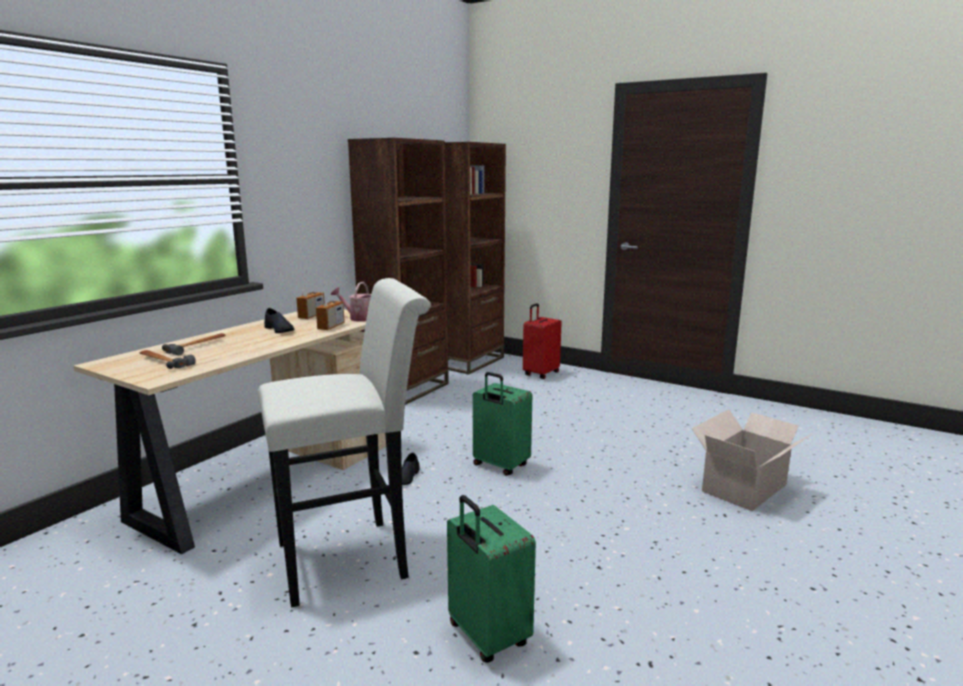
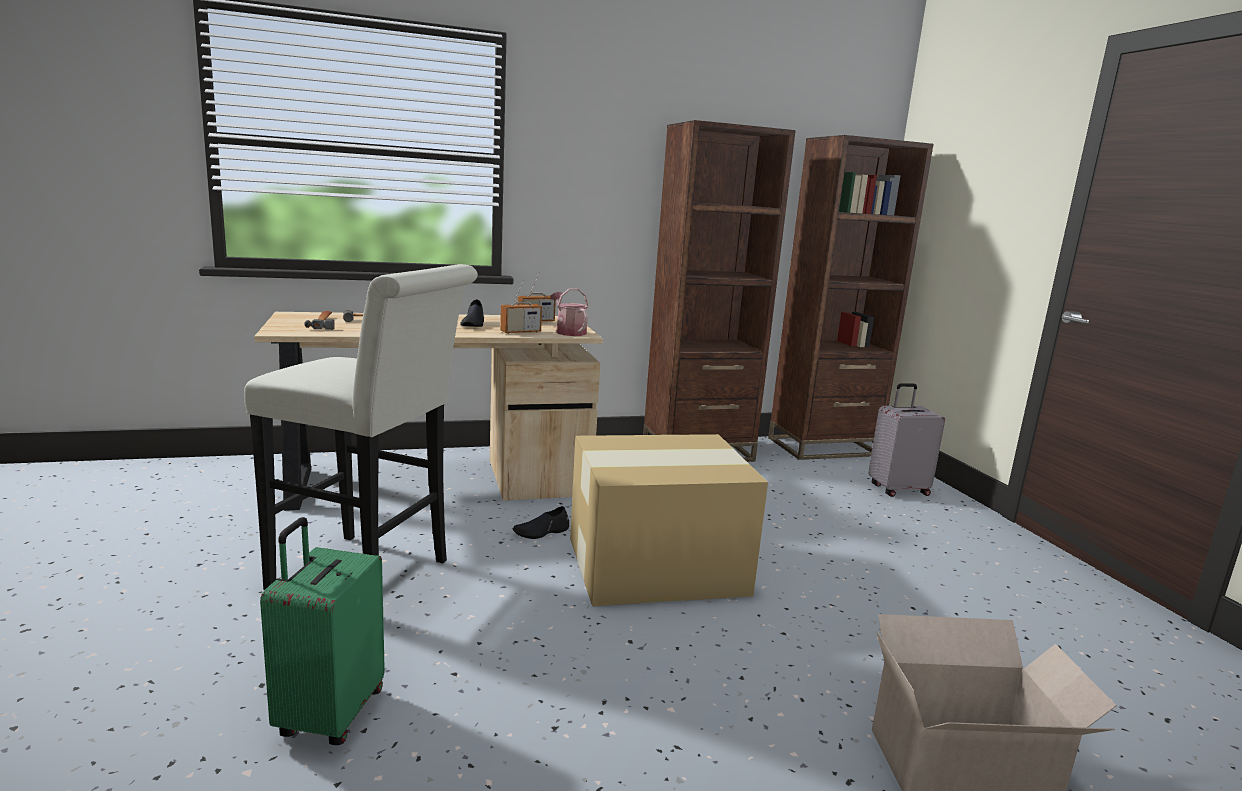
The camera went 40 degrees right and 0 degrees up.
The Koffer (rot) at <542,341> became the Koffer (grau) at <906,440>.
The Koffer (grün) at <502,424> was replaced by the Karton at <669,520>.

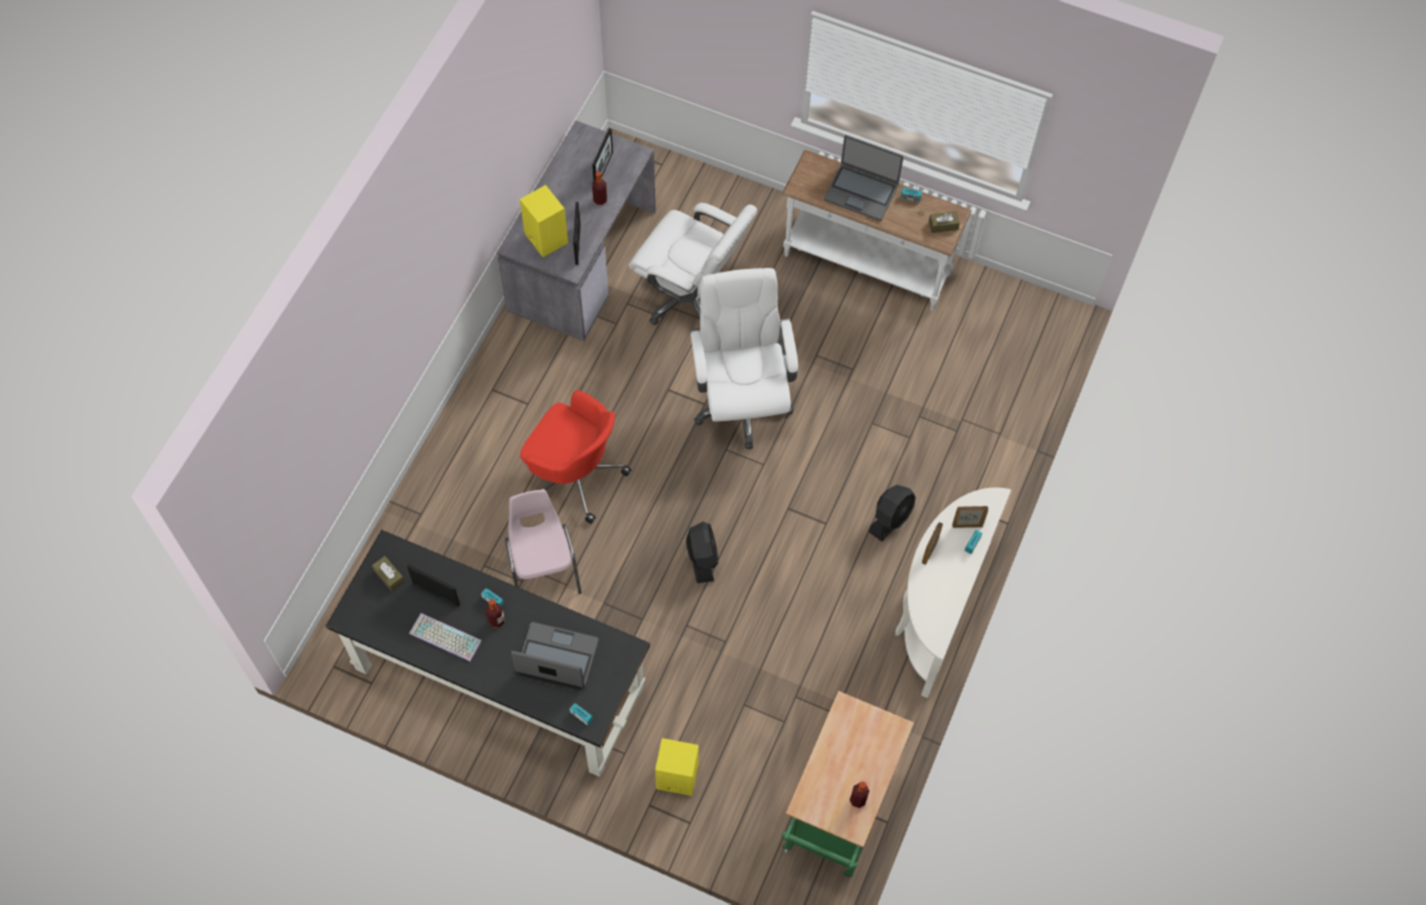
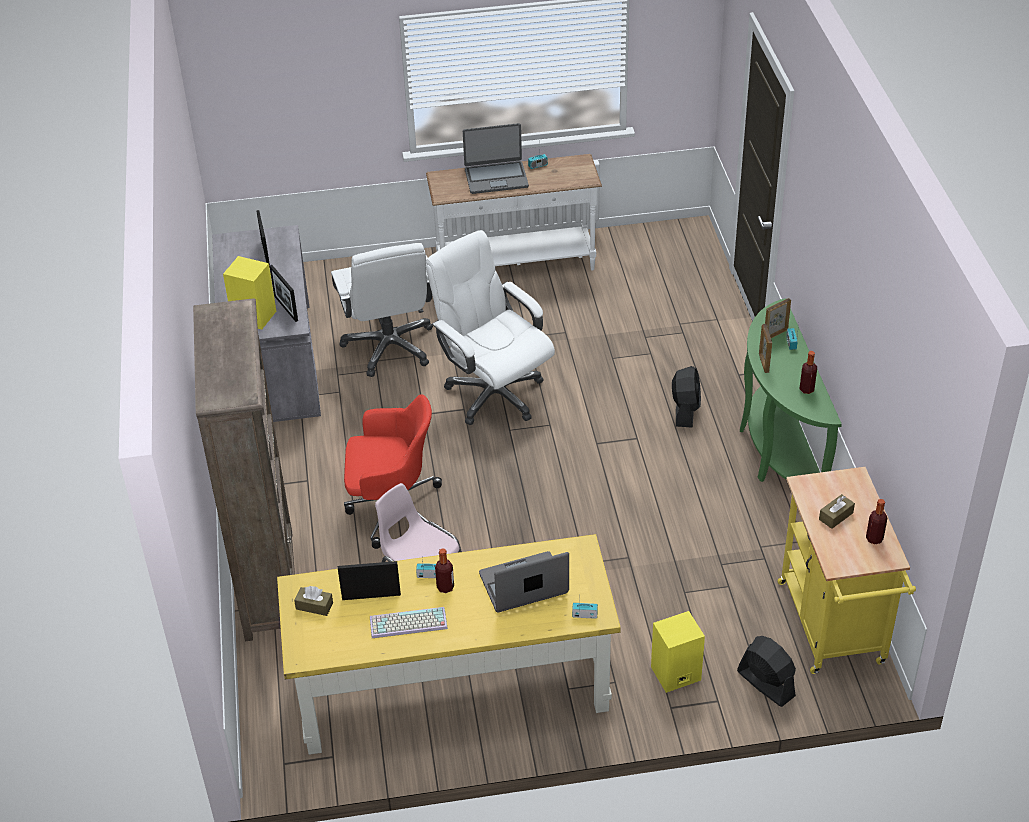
The camera went 30 degrees left and 20 degrees down.
The Flasche moved from <599,188> to <808,372>.
The Bürostuhl (weiß) at <692,264> turned 75 degrees clockwise.
The Taschentuchbox (braun) moved from <944,222> to <837,511>.
The Konsolentisch (weiß) at <953,593> became the Konsolentisch (grün) at <791,390>.
The Ventilator (schwarz) moved from <702,552> to <766,671>.
The Schreibtisch (schwarz) at <488,653> became the Schreibtisch (gelb) at <449,644>.
The Rollwagen (grün) at <847,785> became the Rollwagen (gelb) at <846,570>.
The Bücherregal (braun) at <244,469> appeared.

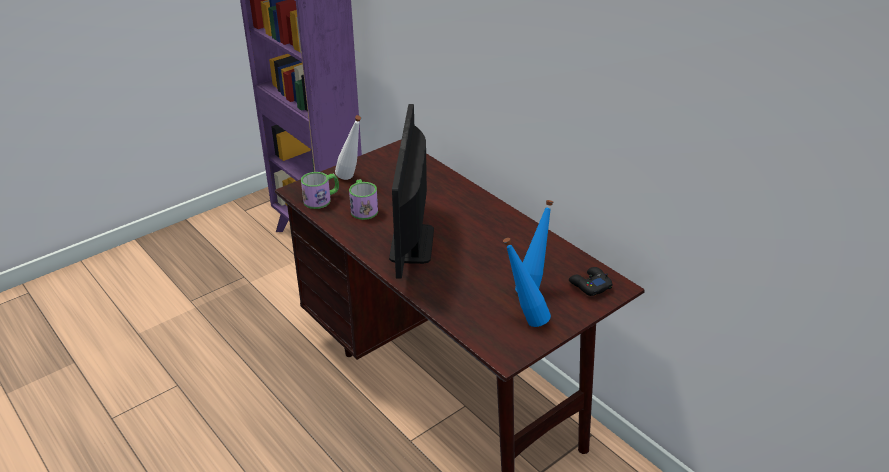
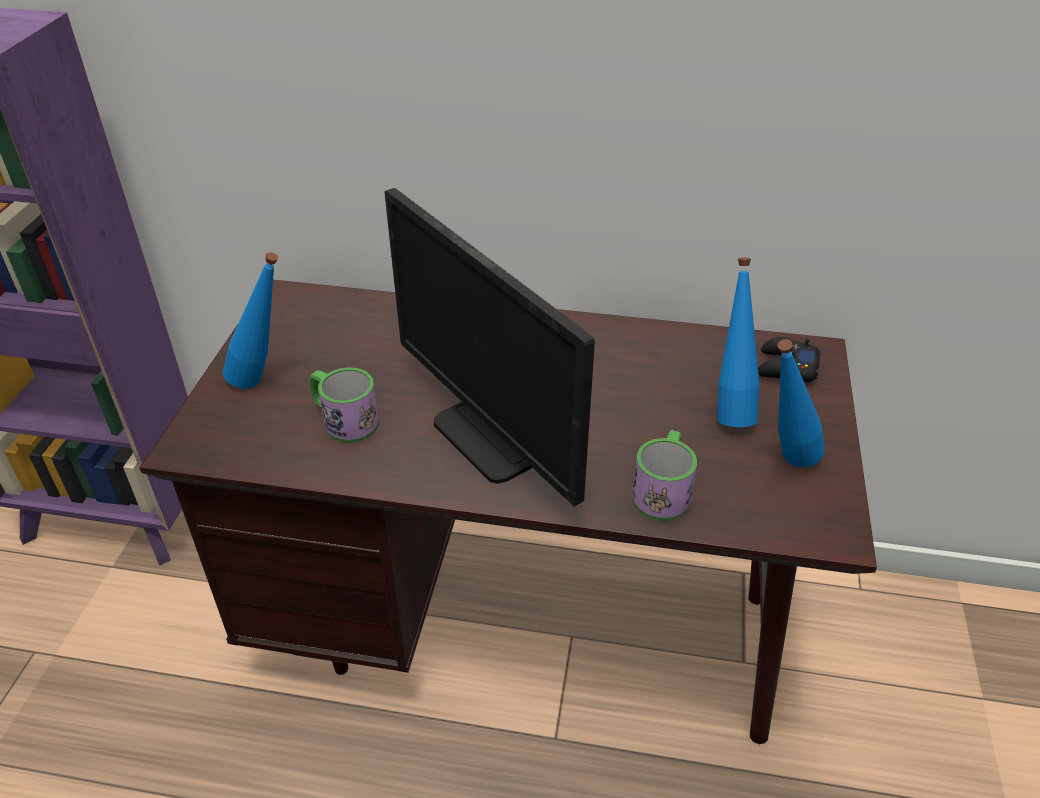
The camera went 40 degrees left and 5 degrees up.
The Flasche (weiß) at <348,147> became the Flasche (blau) at <250,320>.
The Henkelbecher moved from <320,190> to <664,475>.

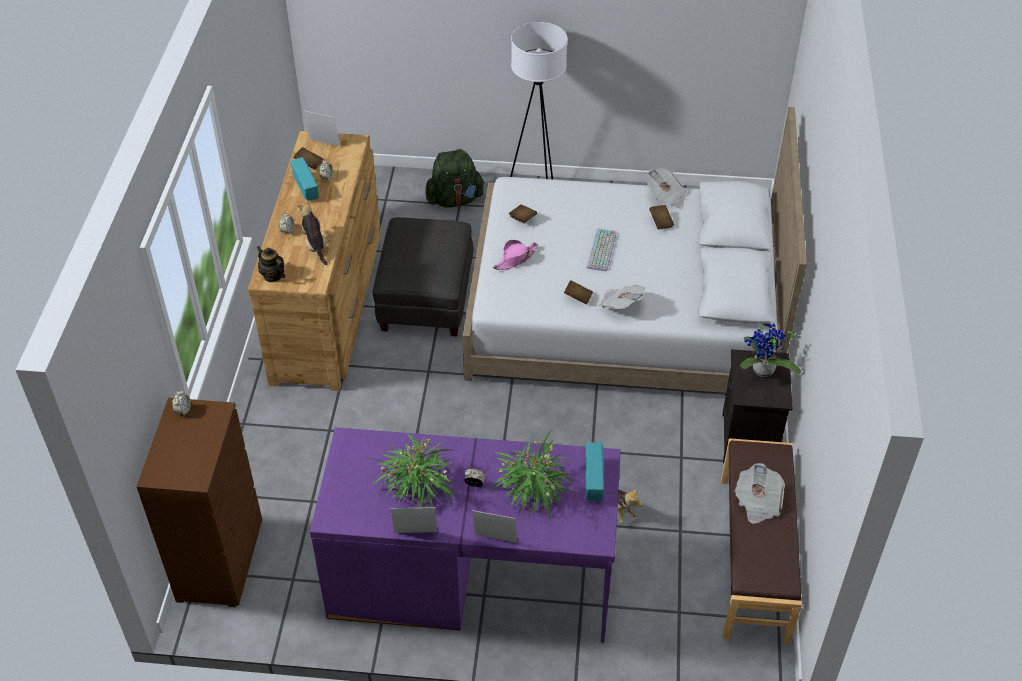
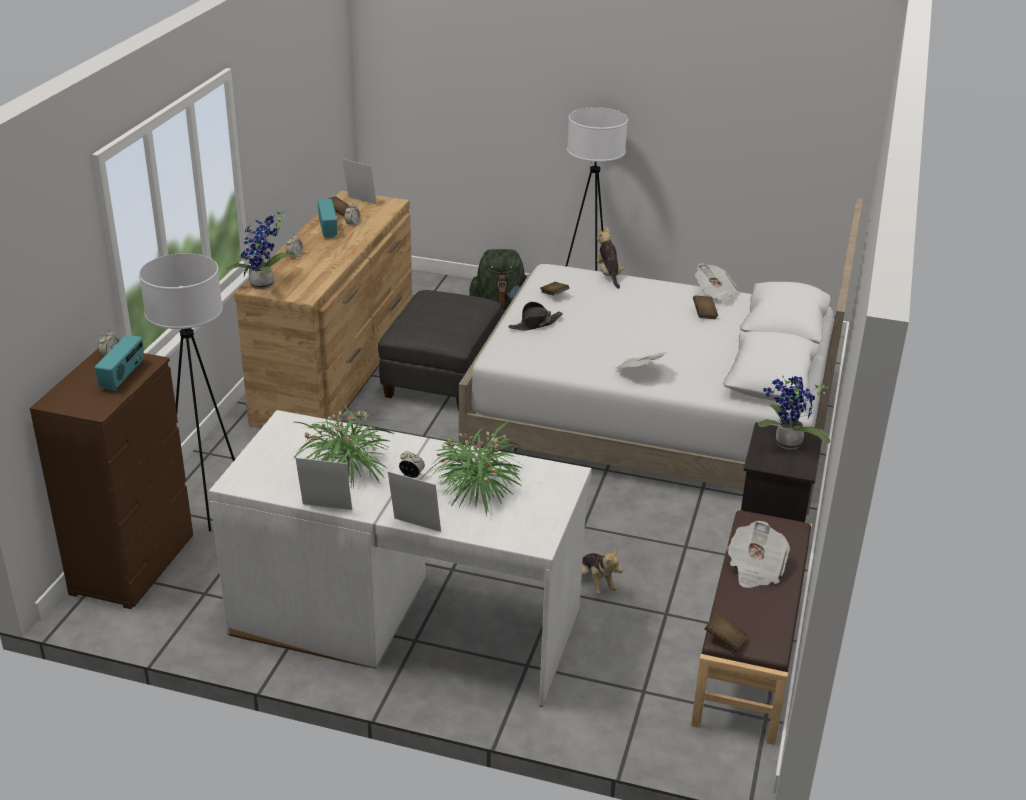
The camera went 10 degrees right and 15 degrees down.
The Plüschtier moved from <313,231> to <610,258>.
The Tastatur at <601,250> disappeared.
The Hut (rosa) at <515,255> became the Hut (schwarz) at <535,316>.
The Teekanne at <270,264> was replaced by the Topfpflanze at <261,249>.
The Buch (braun) moved from <578,292> to <726,632>.
The Schreibtisch (lila) at <465,535> became the Schreibtisch (weiß) at <400,558>.
The Radio moved from <594,471> to <119,363>.
The Stehlampe (weiß) at <187,392> appeared.

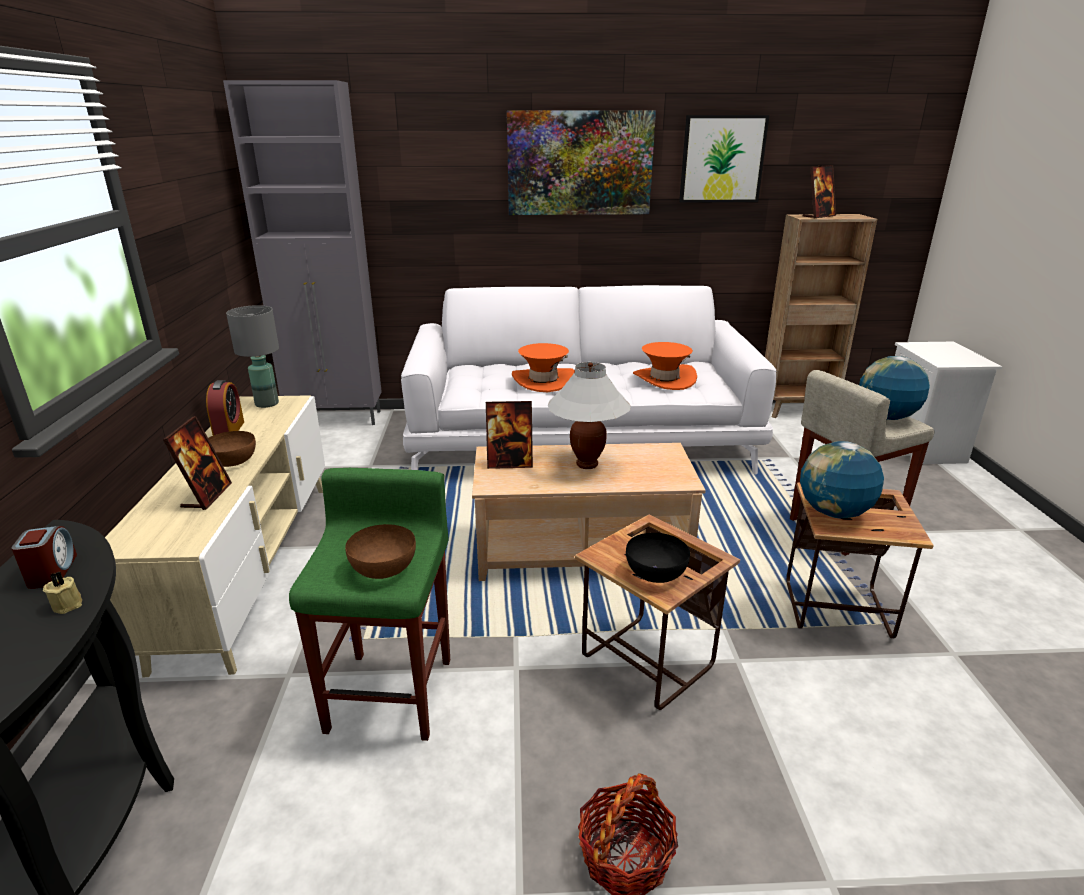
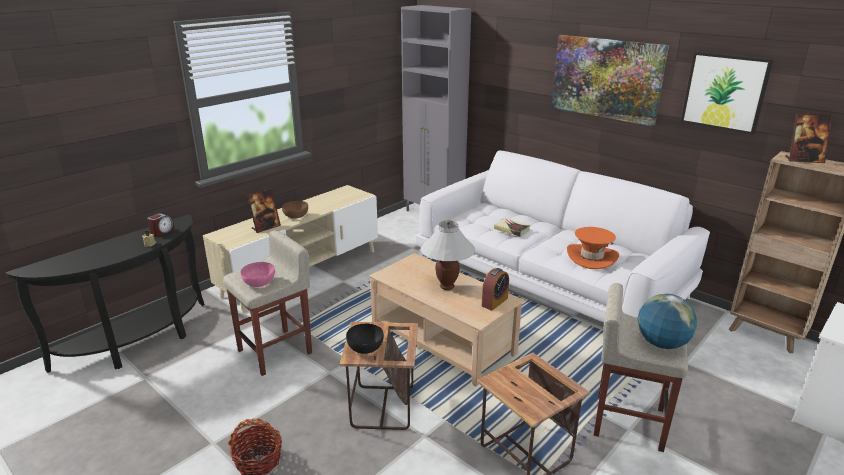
The camera went 45 degrees right and 0 degrees up.
The Tischlampe (grau) at <252,356> disappeared.
The Hut (orange) at <543,367> was replaced by the Buch at <512,227>.
The Wecker moved from <225,408> to <495,289>.
The Bilderrahmen at <509,435> disappeared.
The Globus at <842,479> disappeared.
The Hocker (grün) at <369,604> became the Hocker (beige) at <267,303>.
The Schüssel (braun) at <380,551> became the Schüssel (rosa) at <258,274>.

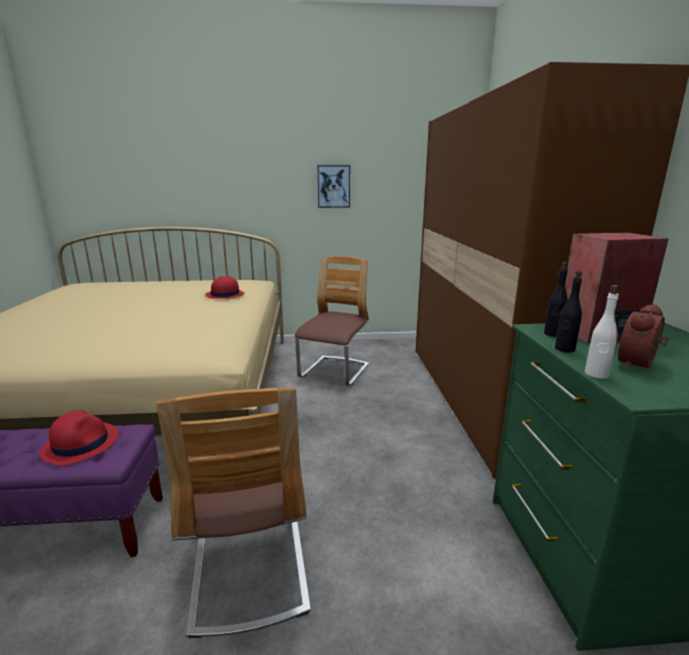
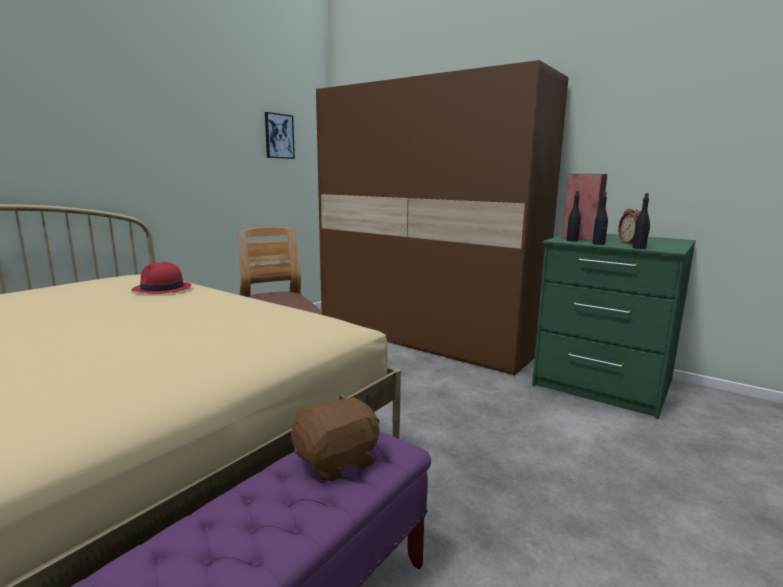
The camera went 50 degrees left and 5 degrees down.
The Bild moved from <333,186> to <280,135>.
The Flasche (weiß) at <602,332> became the Flasche (schwarz) at <641,221>.
The Stuhl at <233,512> disappeared.
The Hut (rot) at <79,438> was replaced by the Plüschtier (braun) at <335,437>.

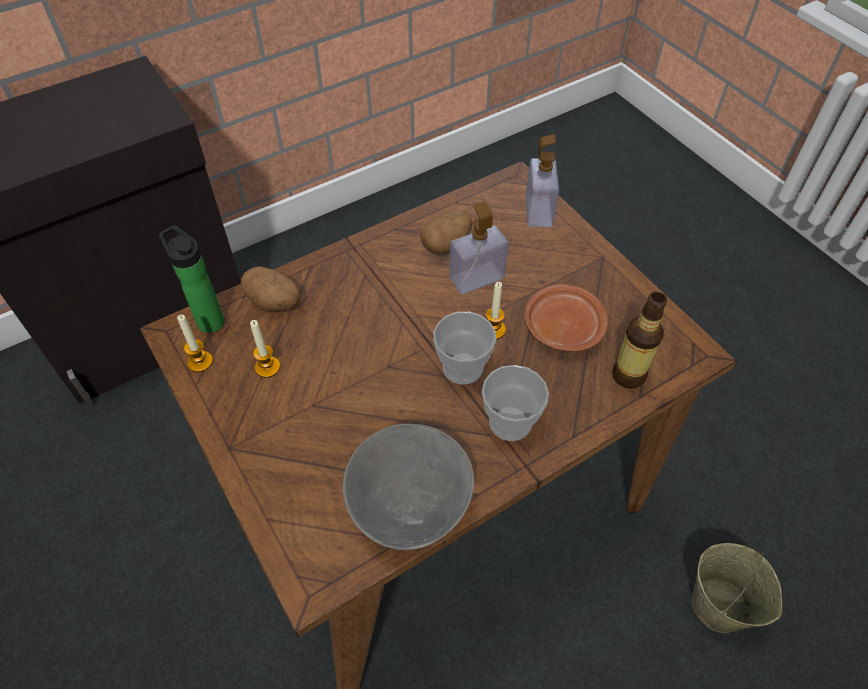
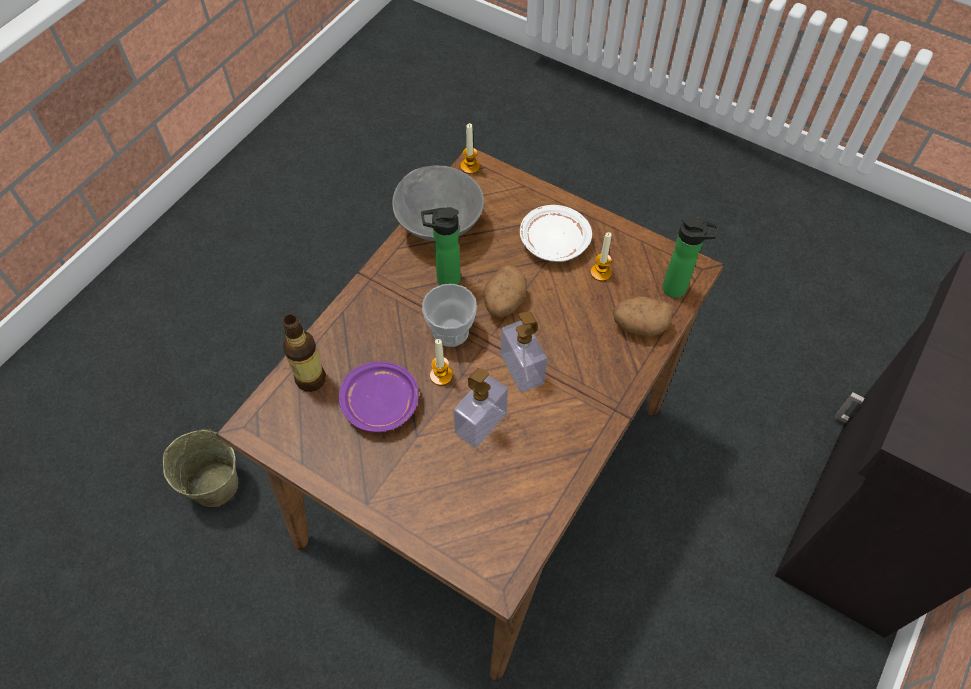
The camera went 155 degrees right and 5 degrees up.
The Seifenspender moved from <542,180> to <524,352>.
The Kartoffel moved from <446,232> to <505,291>.
The Teller (braun) at <566,318> became the Teller (lila) at <379,397>.
The Kerze moved from <195,343> to <470,148>.
The Tasse at <515,403> disappeared.
The Teller (weiß) at <556,233> appeared.
The Flasche at <441,246> appeared.

